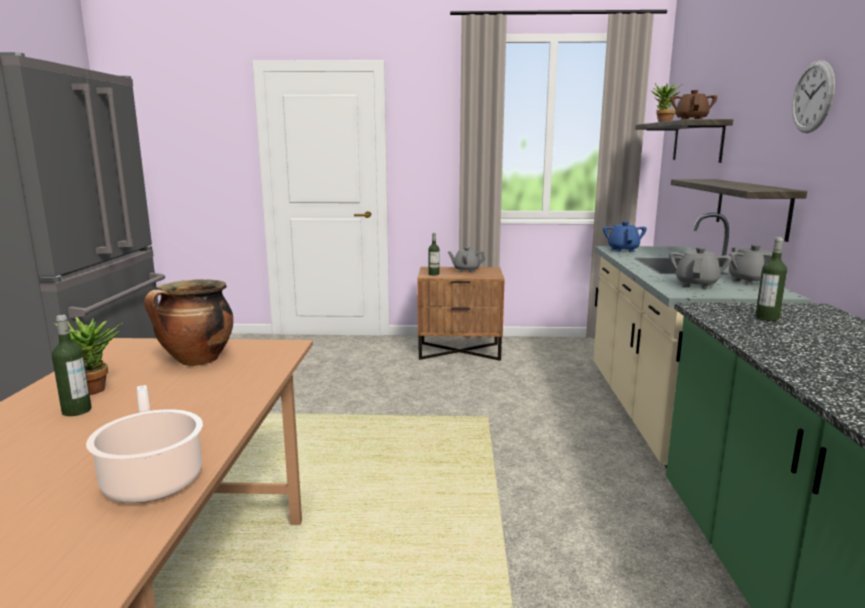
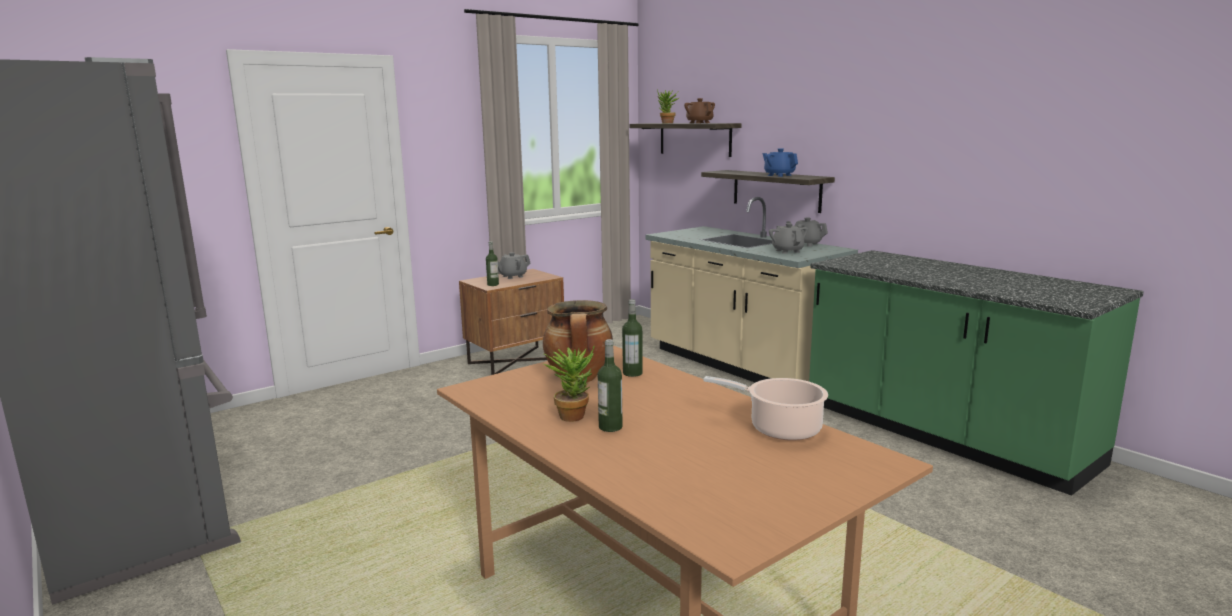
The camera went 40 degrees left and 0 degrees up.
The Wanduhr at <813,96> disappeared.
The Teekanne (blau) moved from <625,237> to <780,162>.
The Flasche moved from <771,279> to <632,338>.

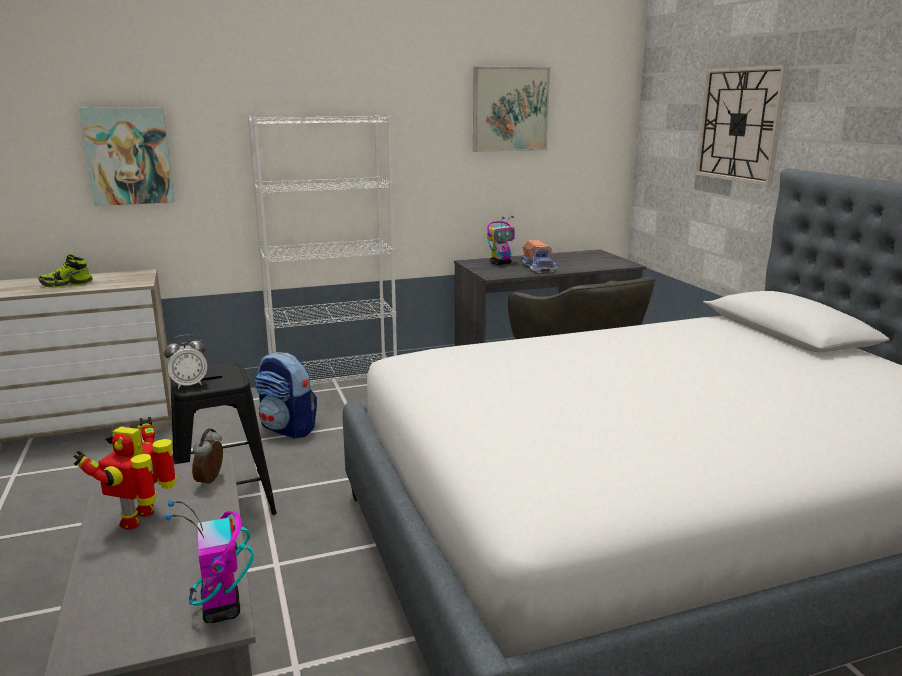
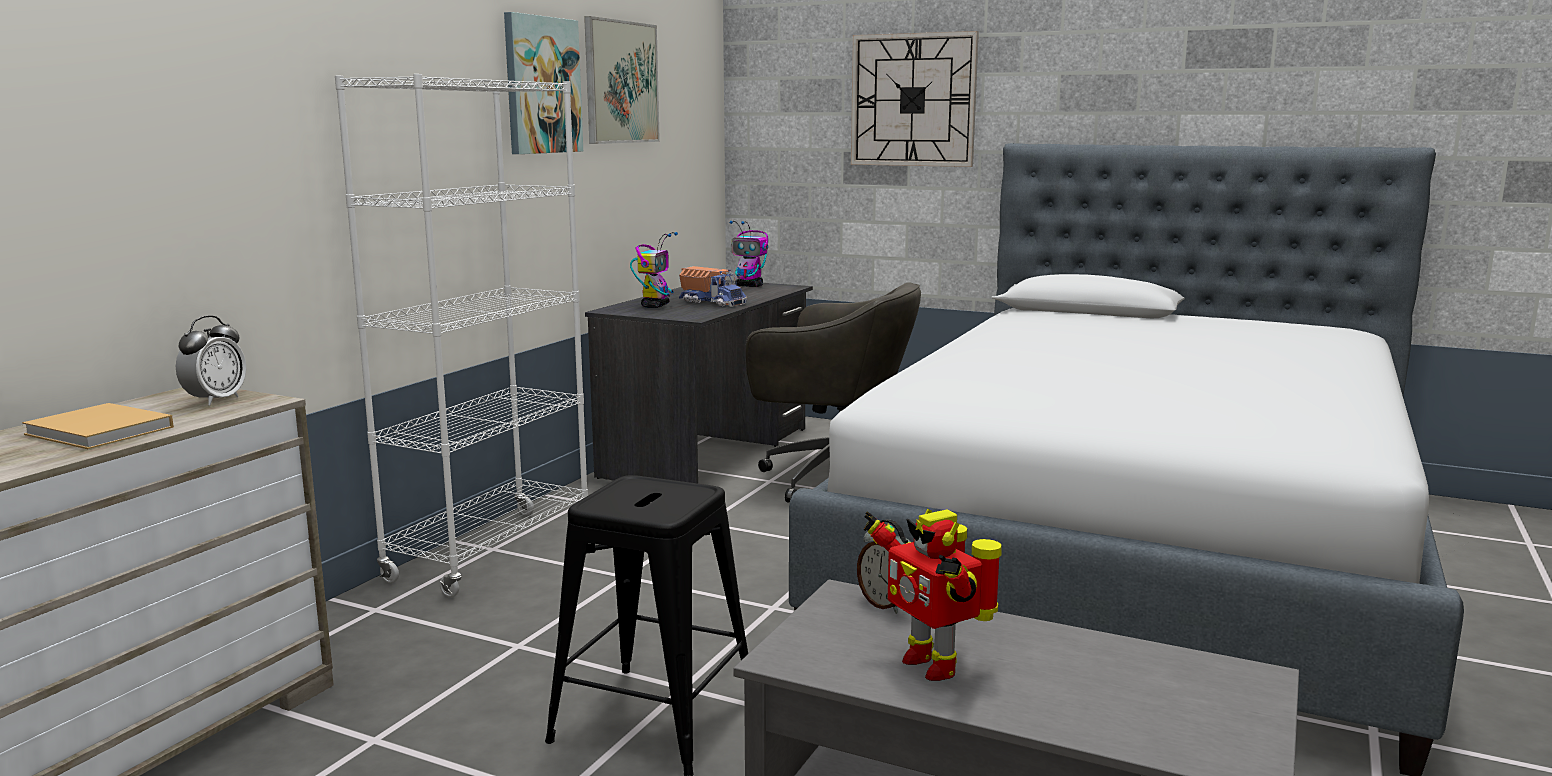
The camera went 45 degrees left and 5 degrees down.
The Bild moved from <127,156> to <543,83>.
The Schuh at <65,270> was replaced by the Buch (beige) at <98,426>.
The Wecker moved from <185,362> to <211,360>.
The Rucksack at <286,395> disappeared.
The Spielzeugroboter moved from <209,562> to <749,254>.

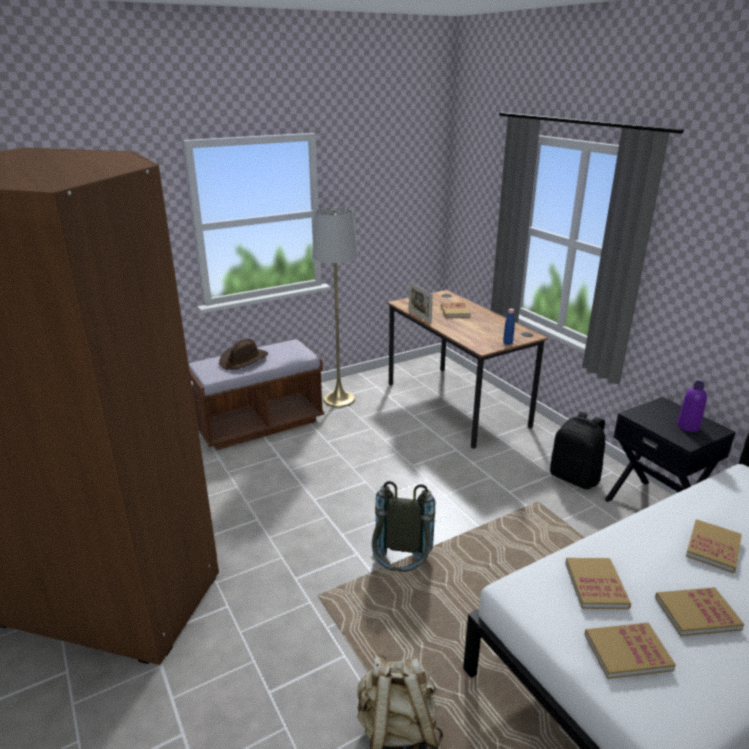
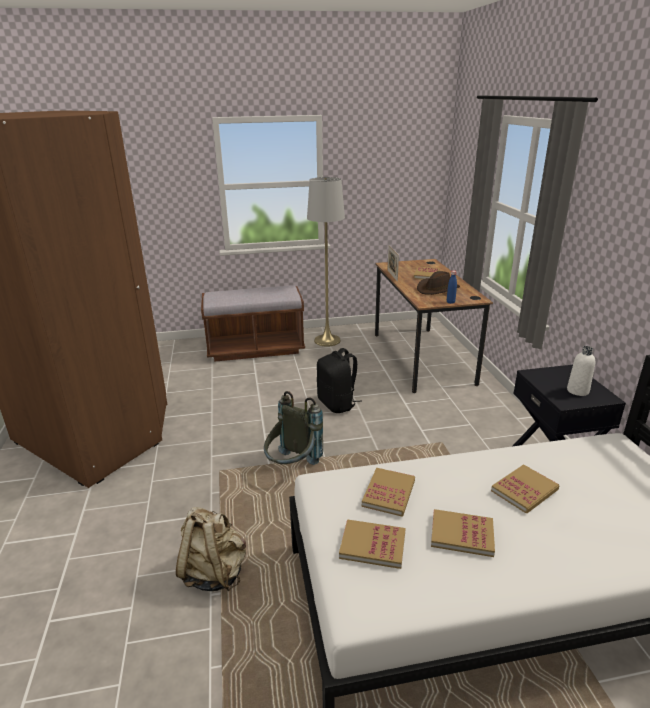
The camera went 20 degrees right and 0 degrees up.
The Hut (braun) moved from <243,354> to <438,283>.
The Flasche (lila) at <692,406> became the Flasche (weiß) at <581,371>.
The Rucksack (schwarz) moved from <577,450> to <339,380>.

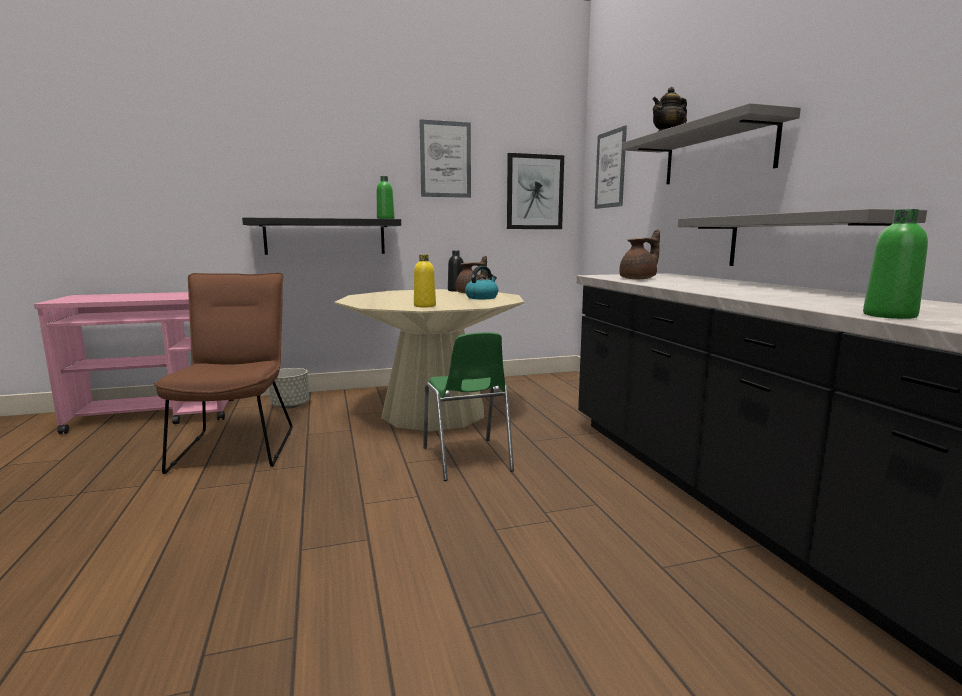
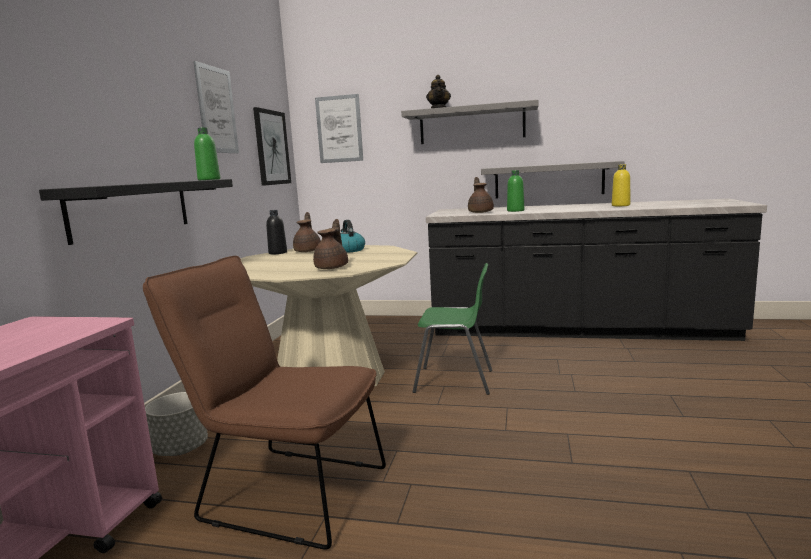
The camera went 60 degrees left and 0 degrees up.
The Flasche (grün) moved from <895,264> to <515,191>.
The Flasche (gelb) moved from <425,280> to <621,185>.
The Teekanne (braun) at <330,244> appeared.

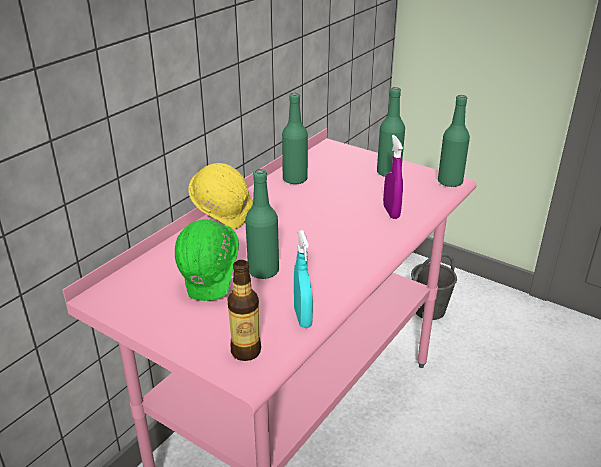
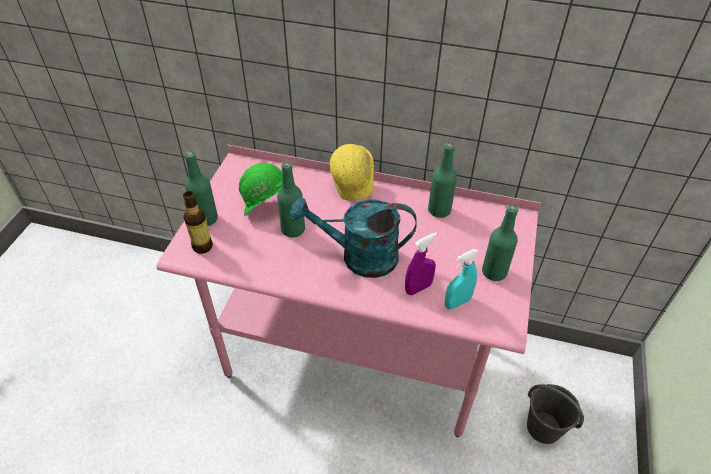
The camera went 70 degrees right and 15 degrees up.
The Flasche (grün) moved from <454,141> to <201,188>.
The Sprühflasche (türkis) moved from <303,279> to <462,279>.
The Gießkanne (türkis) at <353,237> appeared.

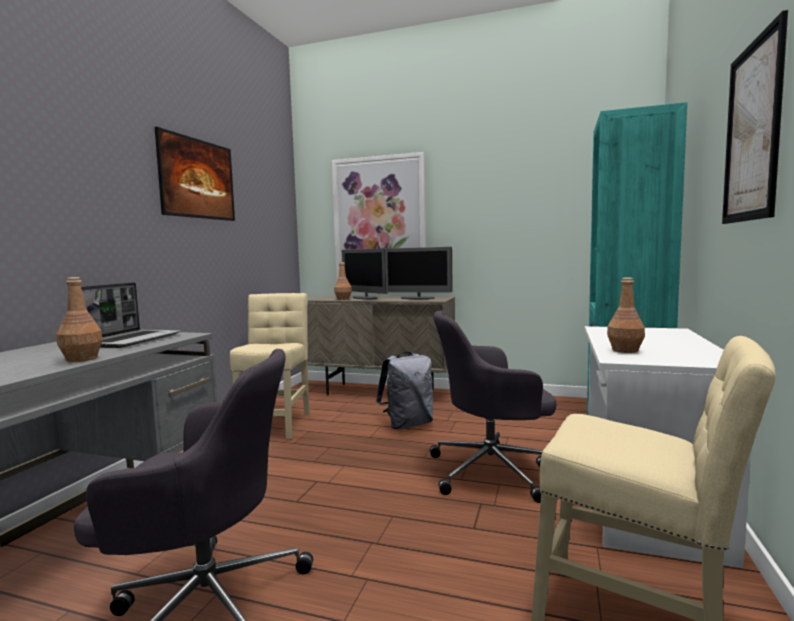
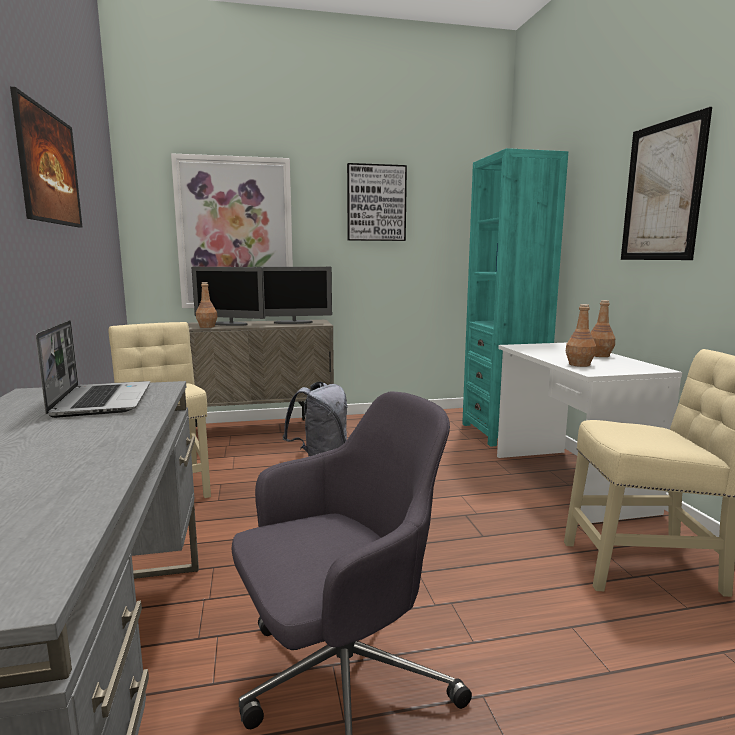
The camera went 30 degrees left and 5 degrees up.
The Flasche (braun) moved from <79,319> to <603,328>.
The Bürostuhl (grau) at <493,407> disappeared.
The Bild at <377,202> appeared.

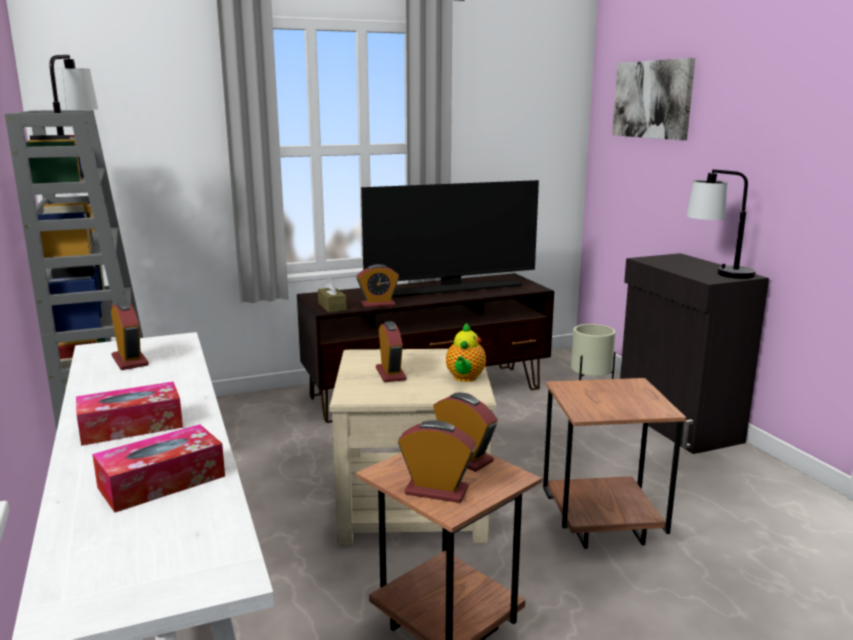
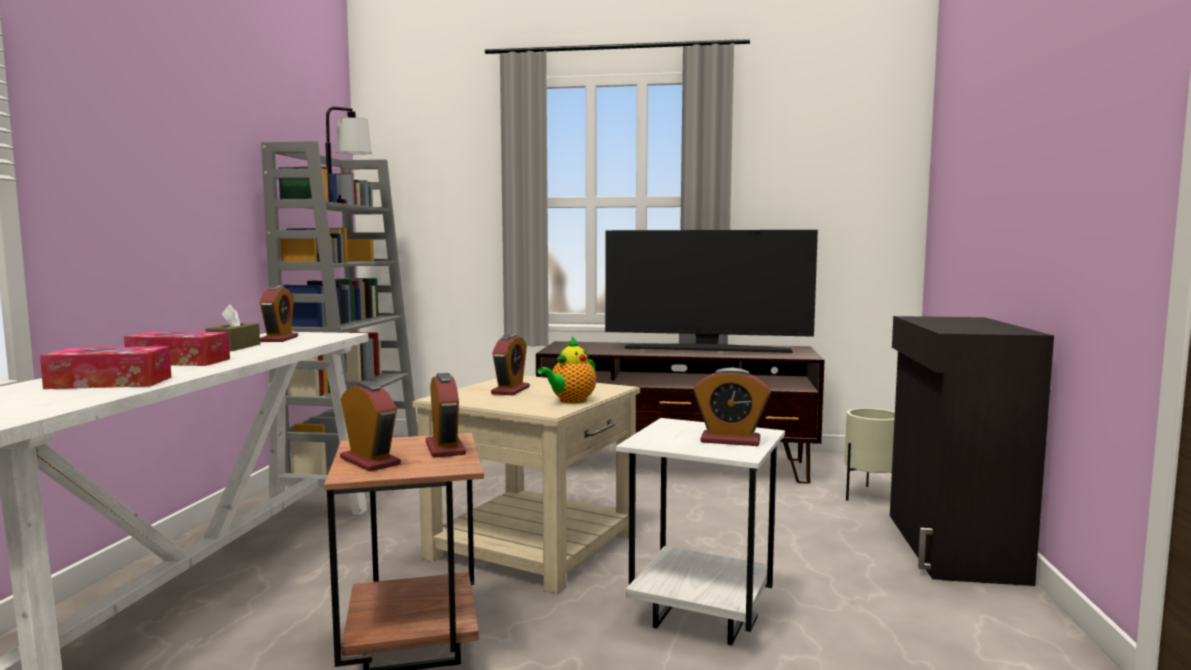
The camera went 30 degrees right and 10 degrees down.
The Bild at <653,99> disappeared.
The Tischlampe at <721,224> disappeared.
The Wecker moved from <378,286> to <732,407>.
The Taschentuchbox (braun) moved from <332,295> to <233,328>.
The Beistelltisch (braun) at <614,463> became the Beistelltisch (weiß) at <700,531>.

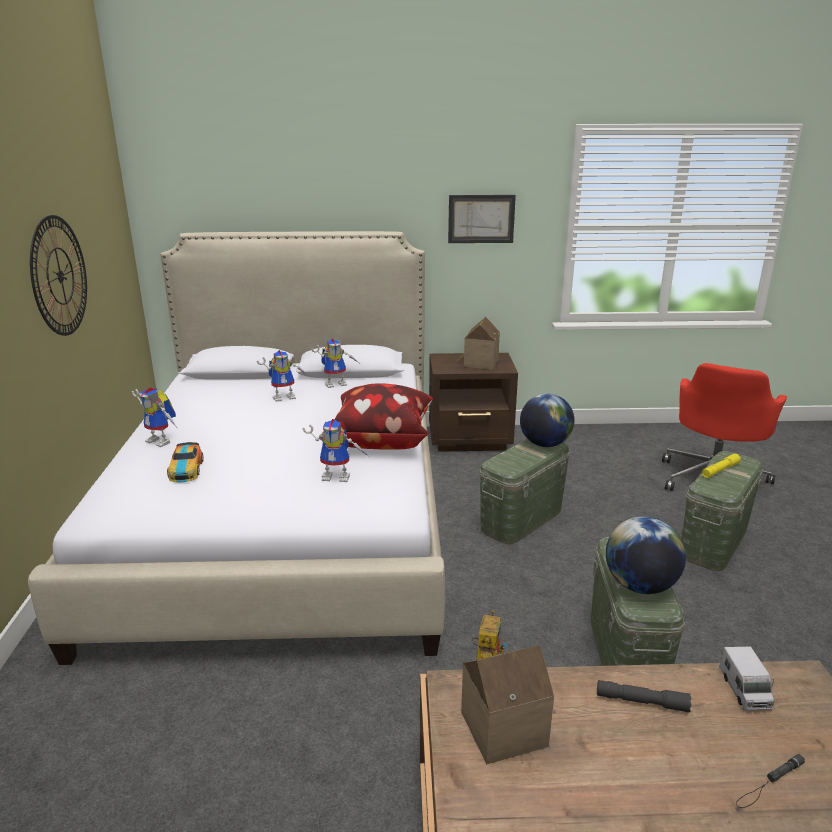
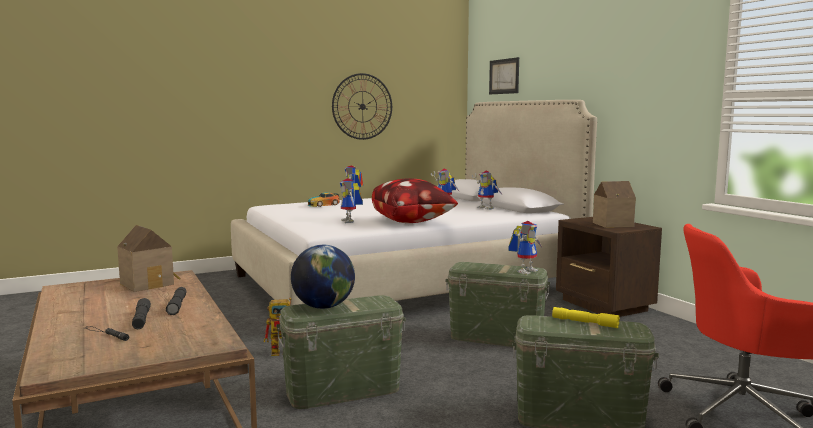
The camera went 65 degrees right and 15 degrees down.
The Bild moved from <482,219> to <504,75>.
The Globus at <547,420> was replaced by the Spielzeugroboter at <525,247>.
The Spielzeuglaster at <746,679> disappeared.
The Taschenlampe (grau) at <141,313> appeared.

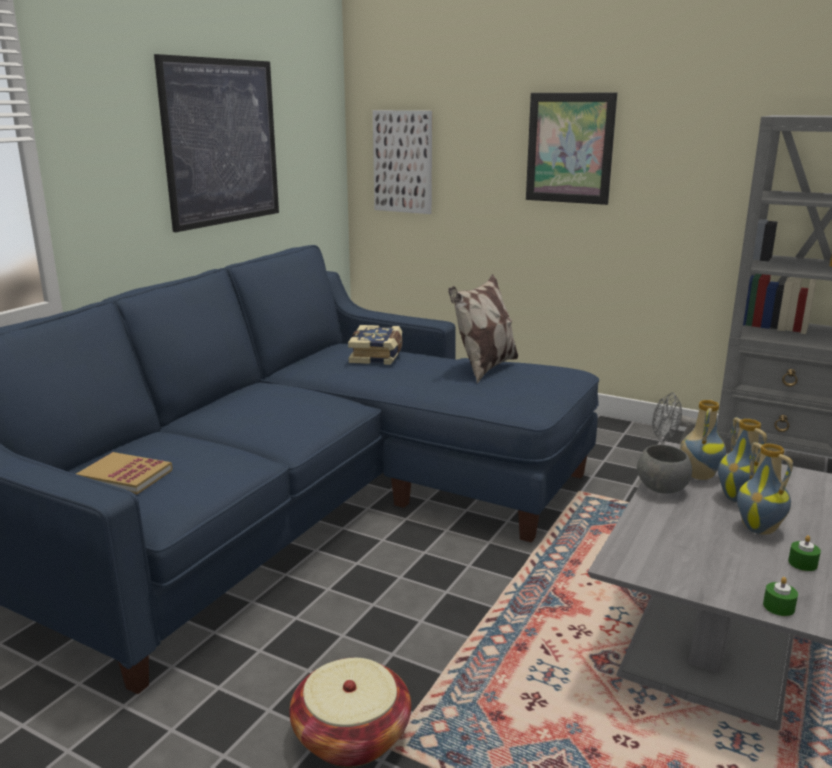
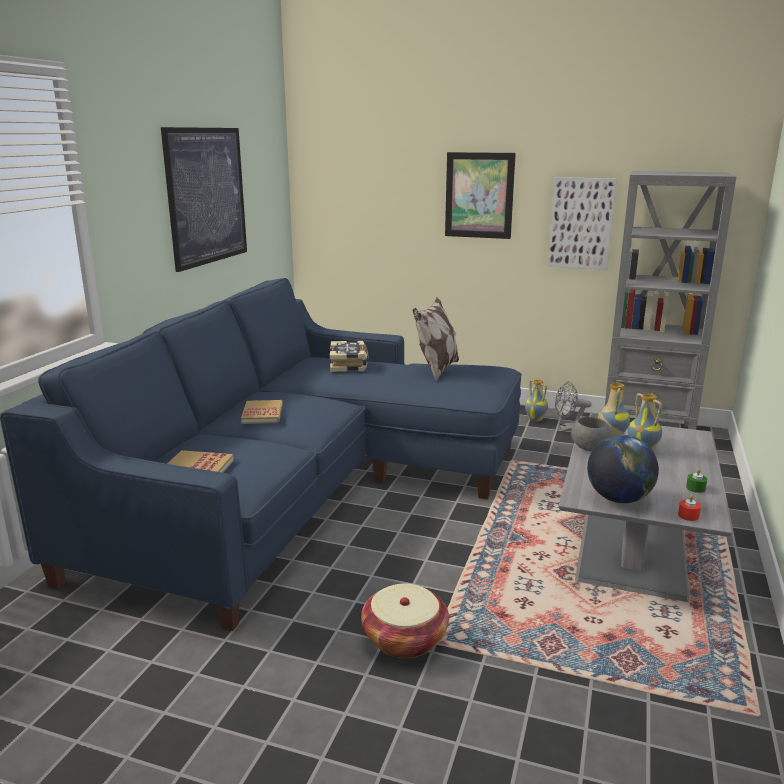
The camera went 10 degrees left and 0 degrees up.
The Bild moved from <402,162> to <582,223>.
The Vase moved from <765,488> to <536,400>.
The Kerze (grün) at <780,596> became the Kerze (rot) at <689,508>.
The Buch at <262,412> appeared.
The Globus at <623,469> appeared.

